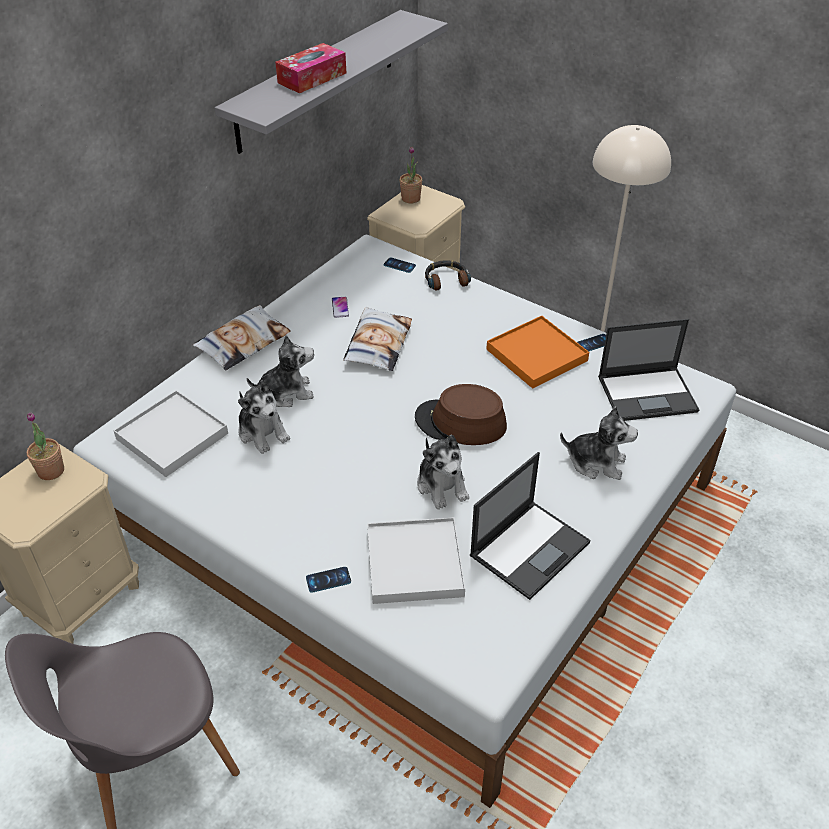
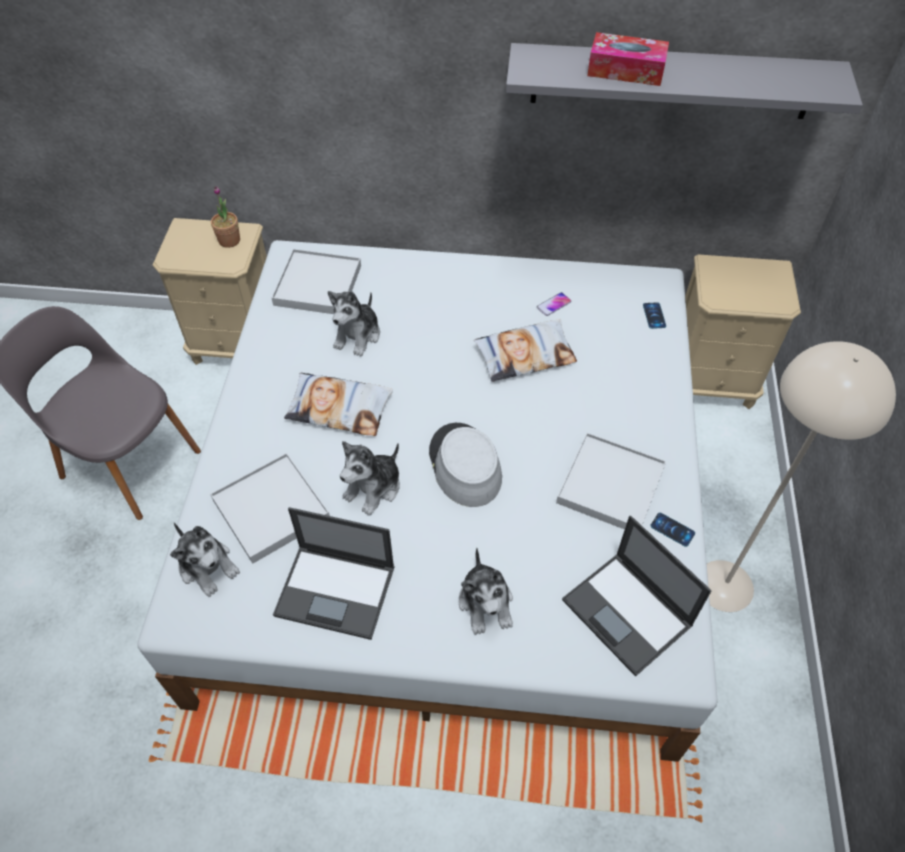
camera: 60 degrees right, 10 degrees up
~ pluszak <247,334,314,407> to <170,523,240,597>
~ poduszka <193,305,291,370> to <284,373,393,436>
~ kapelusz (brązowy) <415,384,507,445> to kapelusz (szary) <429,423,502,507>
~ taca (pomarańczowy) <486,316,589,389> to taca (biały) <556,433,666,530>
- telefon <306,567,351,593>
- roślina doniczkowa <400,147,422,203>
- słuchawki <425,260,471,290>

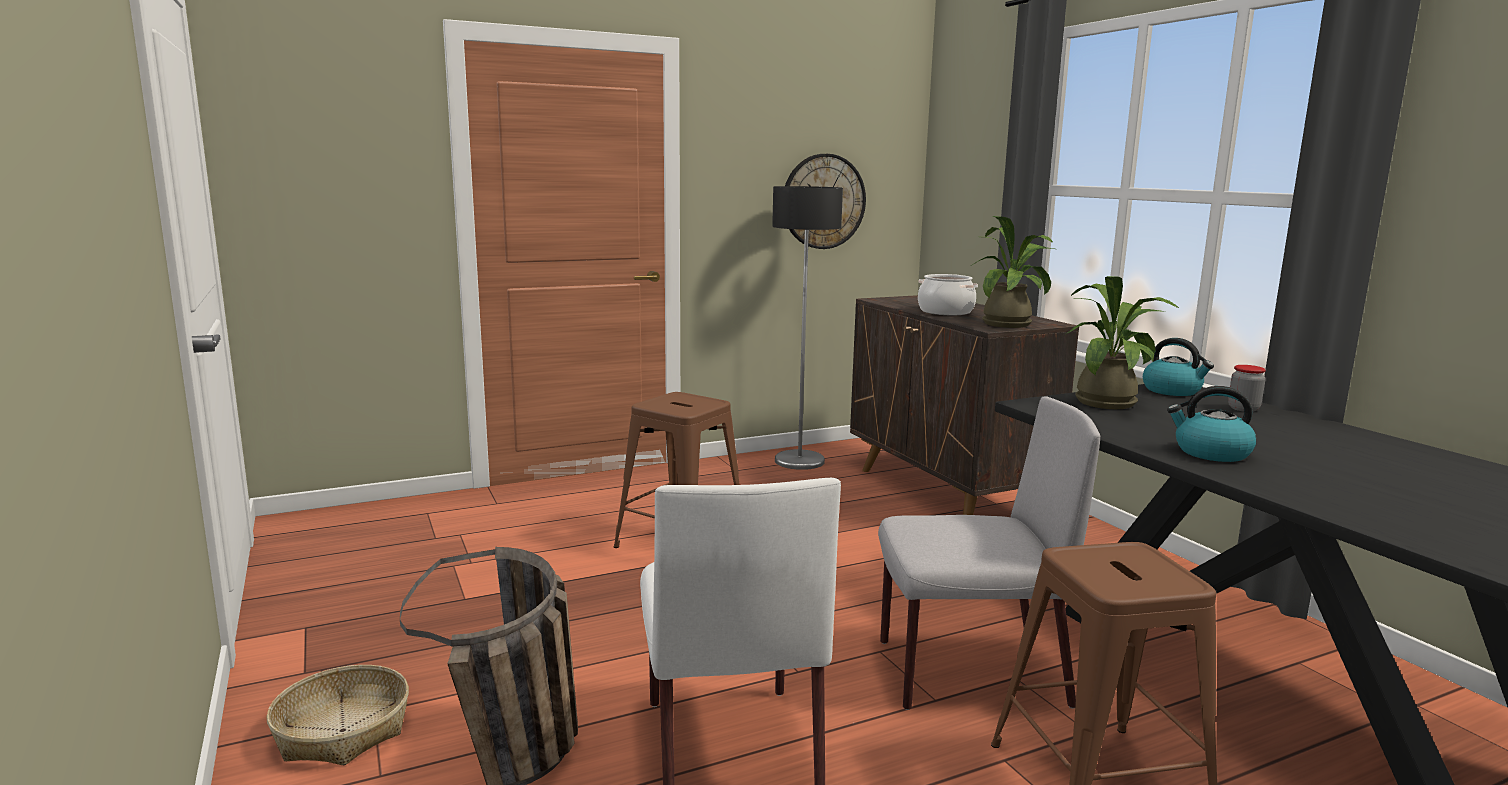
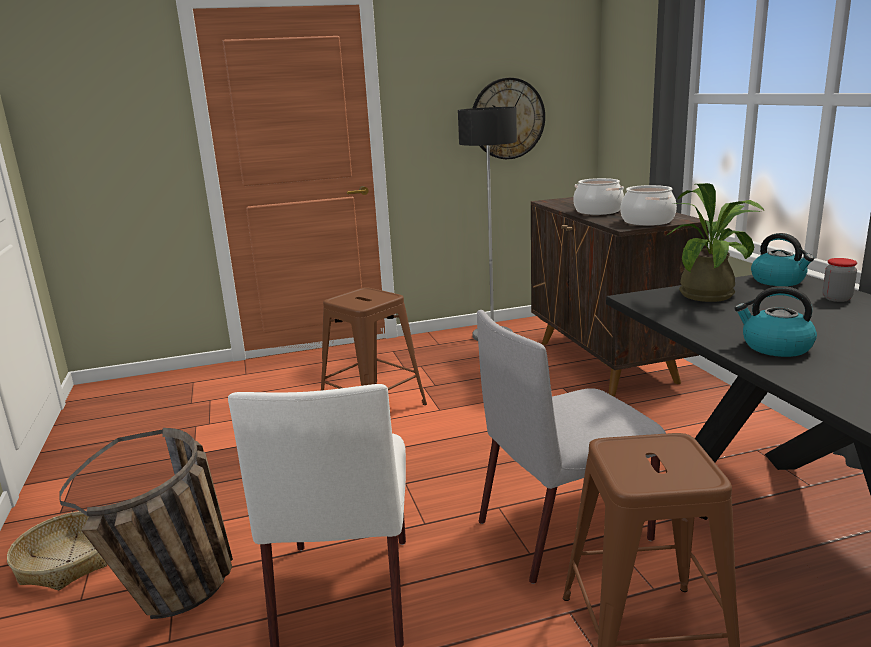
camera: 10 degrees right, 5 degrees up
~ krzesło (szary) <878,396,1100,710> = <477,310,666,584> 150 degrees clockwise
~ roślina doniczkowa <971,216,1054,328> to garnek <621,185,677,226>

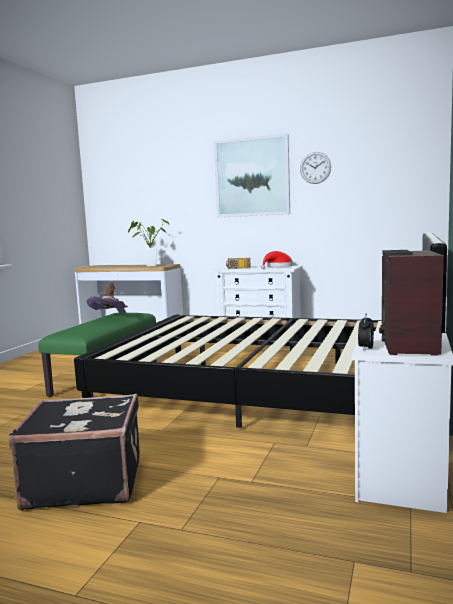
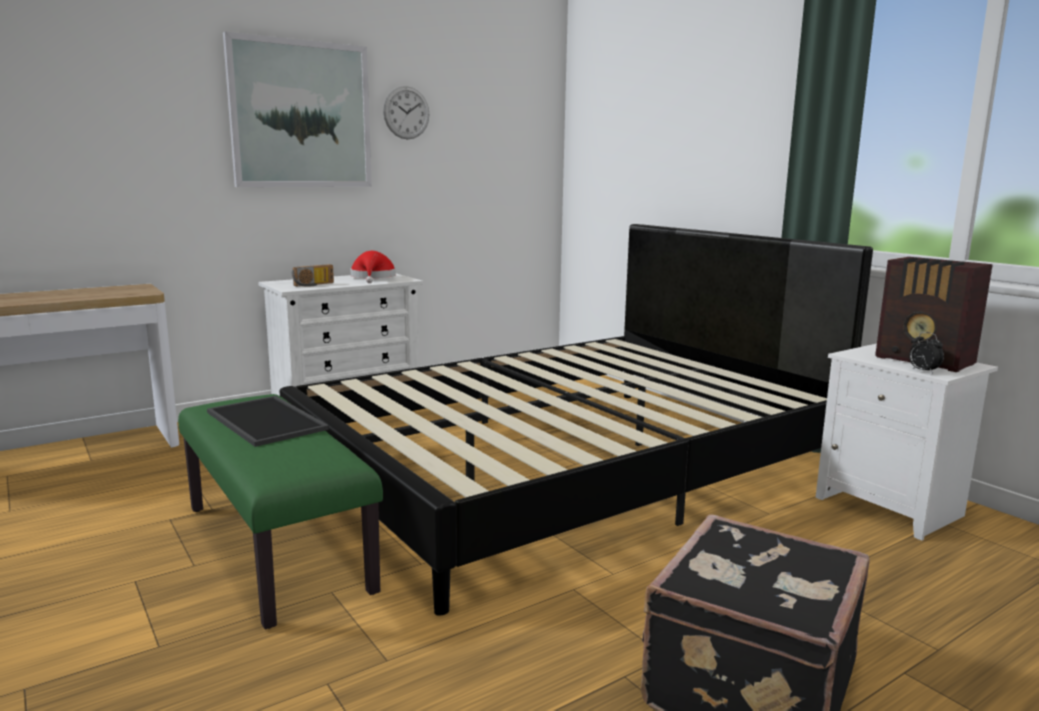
camera: 55 degrees left, 5 degrees up
~ kapelusz (brązowy) <86,282,128,315> to taca <207,396,329,447>
- roślina doniczkowa <128,219,169,267>

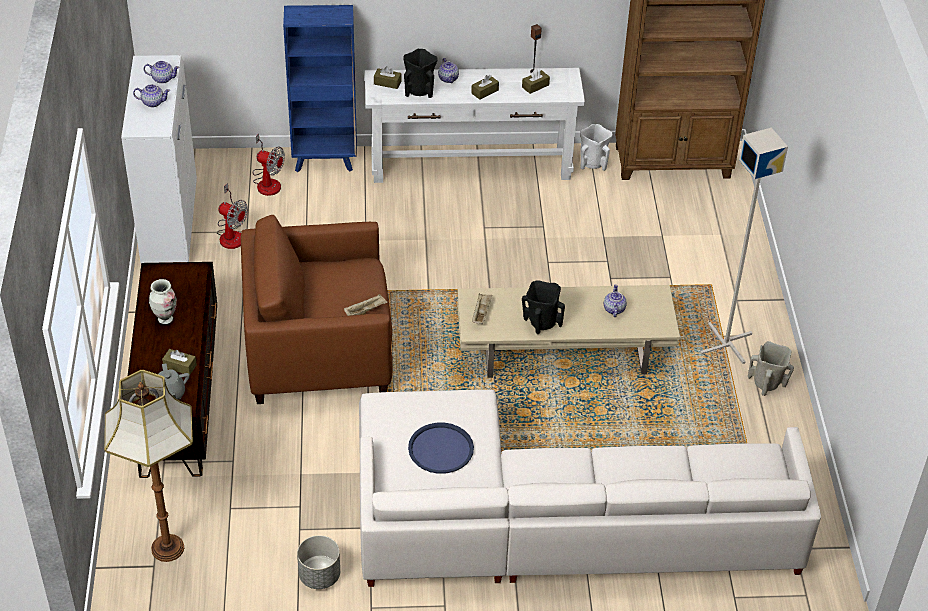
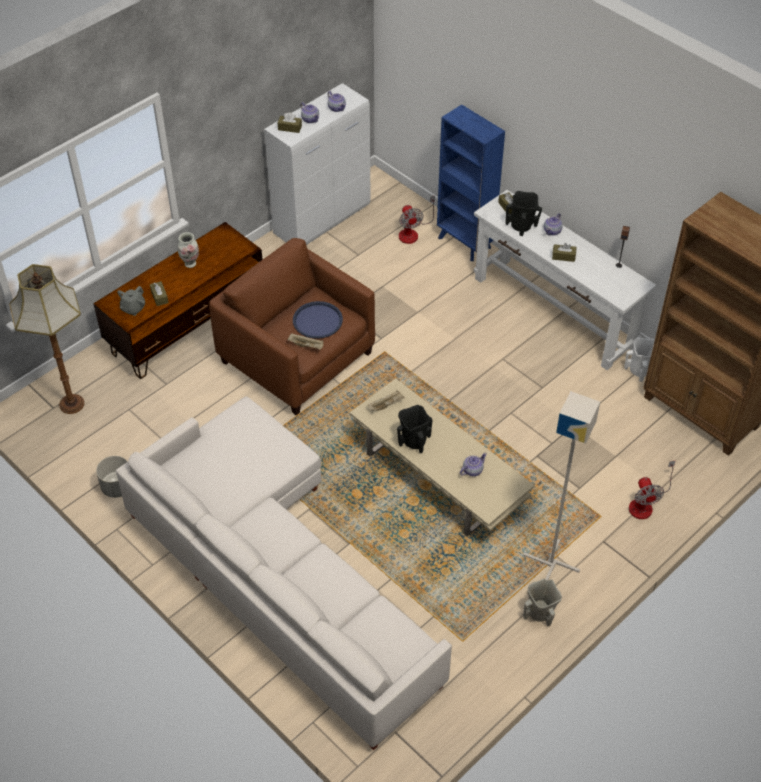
camera: 50 degrees right, 5 degrees up
~ pudełko chusteczek (brązowy) <522,68,550,94> to <278,112,302,133>
~ taca (niebieski) <408,422,474,474> to <293,301,343,339>
~ wentylator <217,183,248,249> to <629,461,675,519>

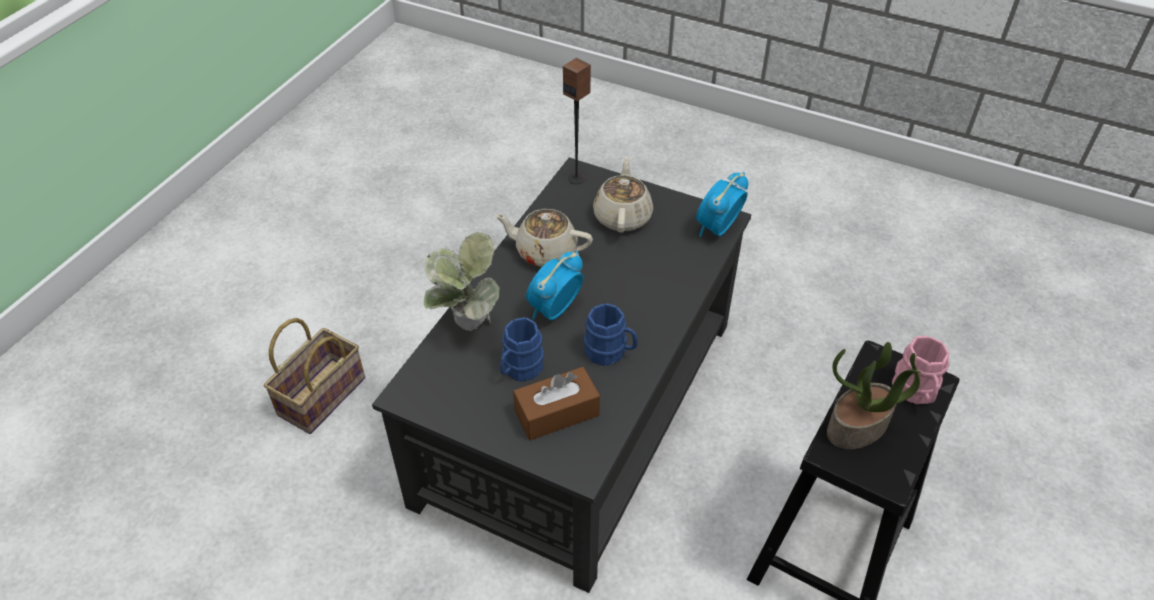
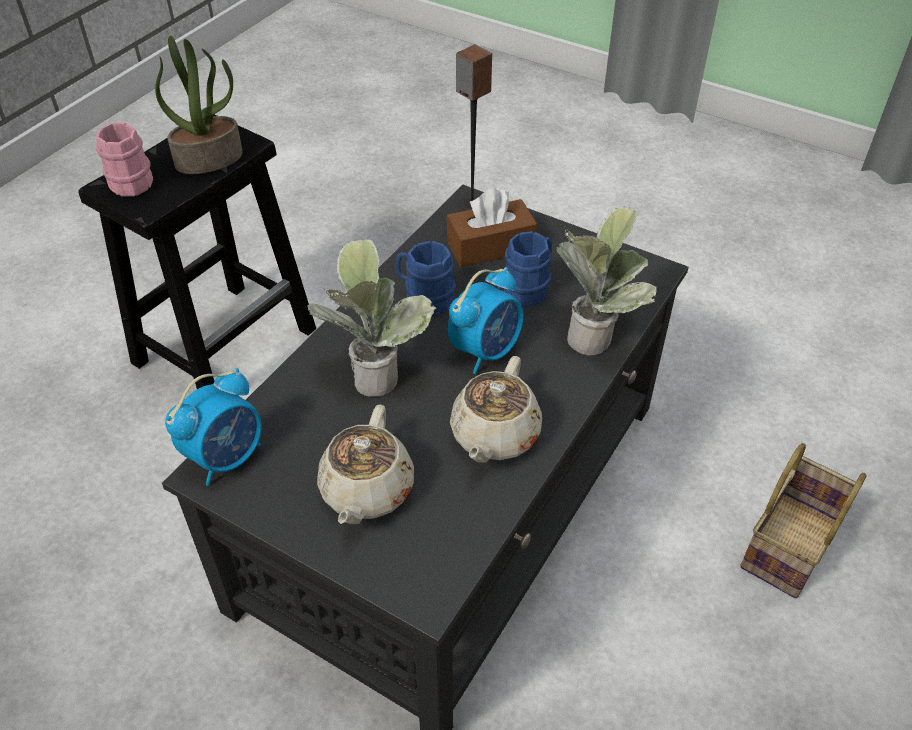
camera: 175 degrees left, 0 degrees up
+ roślina doniczkowa <307,239,436,397>
~ imbryk (beżowy) <494,209,593,267> = <450,356,542,463> 90 degrees clockwise
~ głośnik <563,58,591,184> to <456,44,492,211>

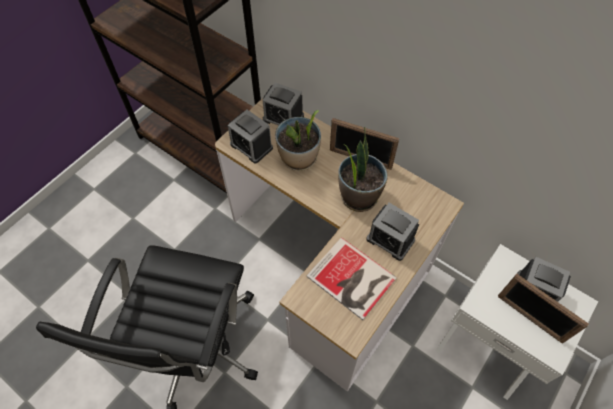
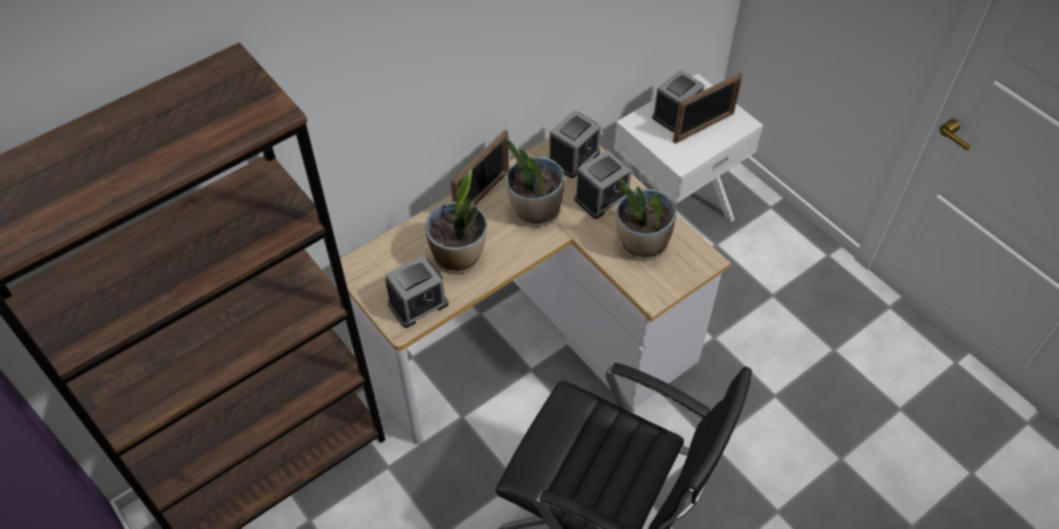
camera: 75 degrees left, 5 degrees down
~ budzik <263,83,304,125> to <549,110,601,178>
~ książka <307,237,397,320> to roślina doniczkowa <616,179,676,260>

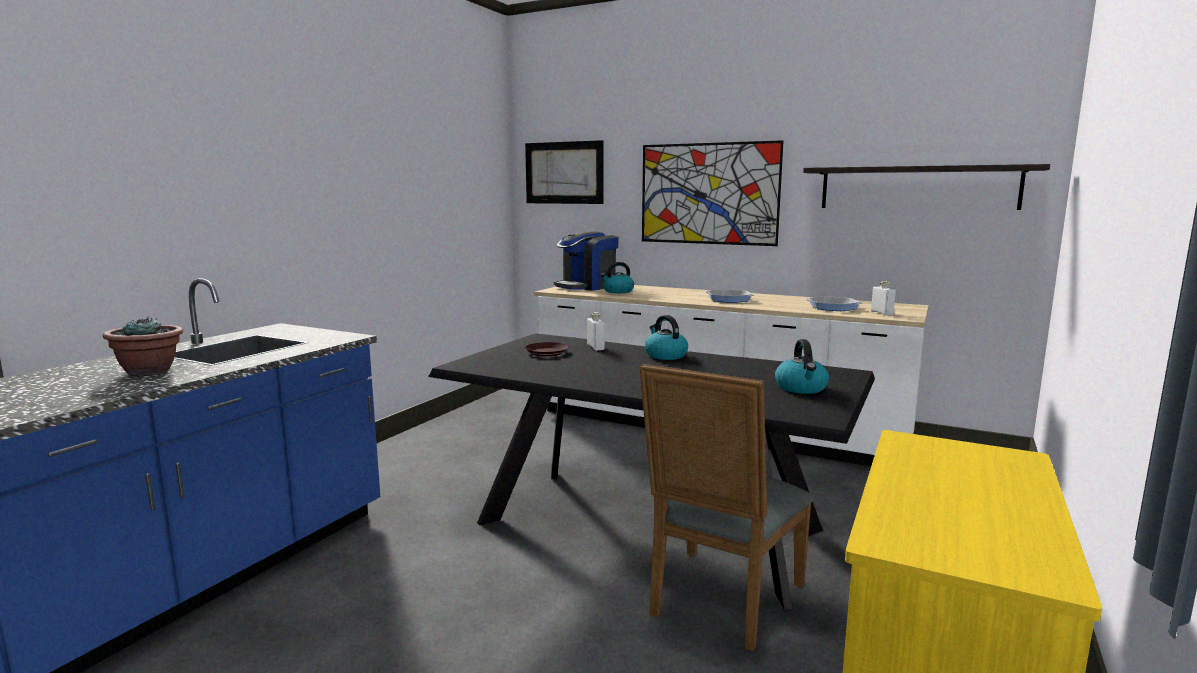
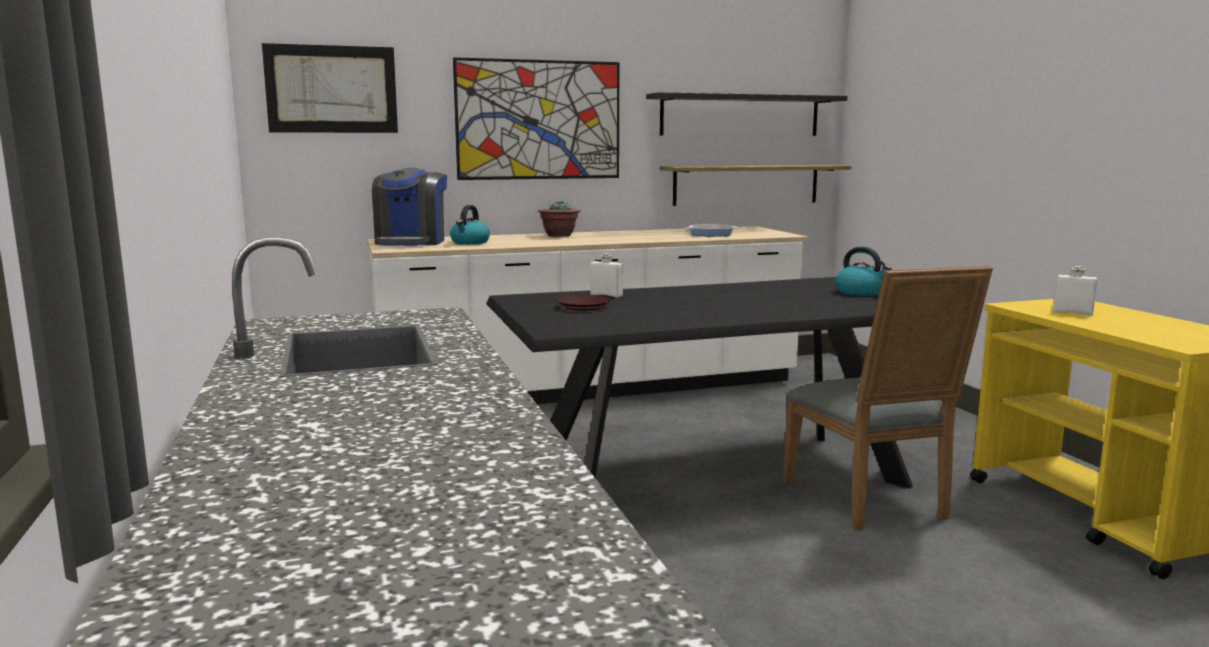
camera: 45 degrees left, 0 degrees up
~ roślina doniczkowa <103,317,183,375> to <538,201,580,237>
+ półka <660,165,851,206>
~ butelka (biały) <871,281,896,316> to <1053,266,1097,316>
- czajnik <645,315,688,360>
- patelnia <705,289,754,303>

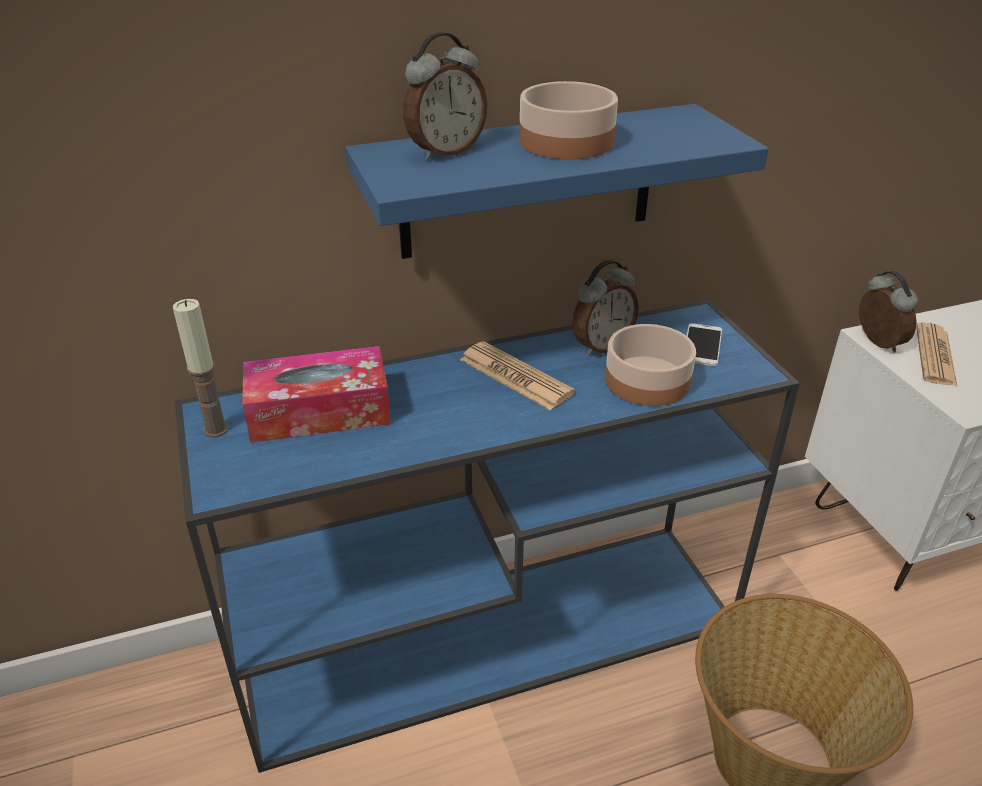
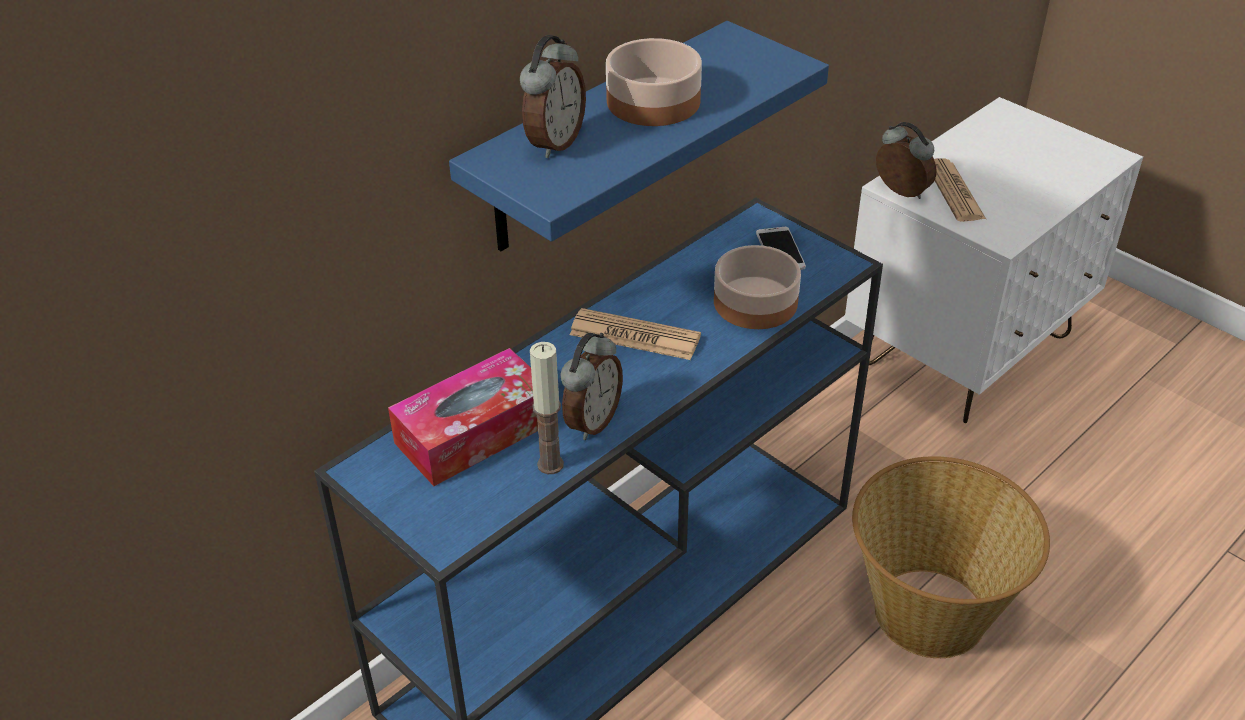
camera: 25 degrees left, 5 degrees up
~ świeca <173,299,229,438> to <530,342,564,474>
~ budzik <572,260,639,356> to <561,333,623,440>

